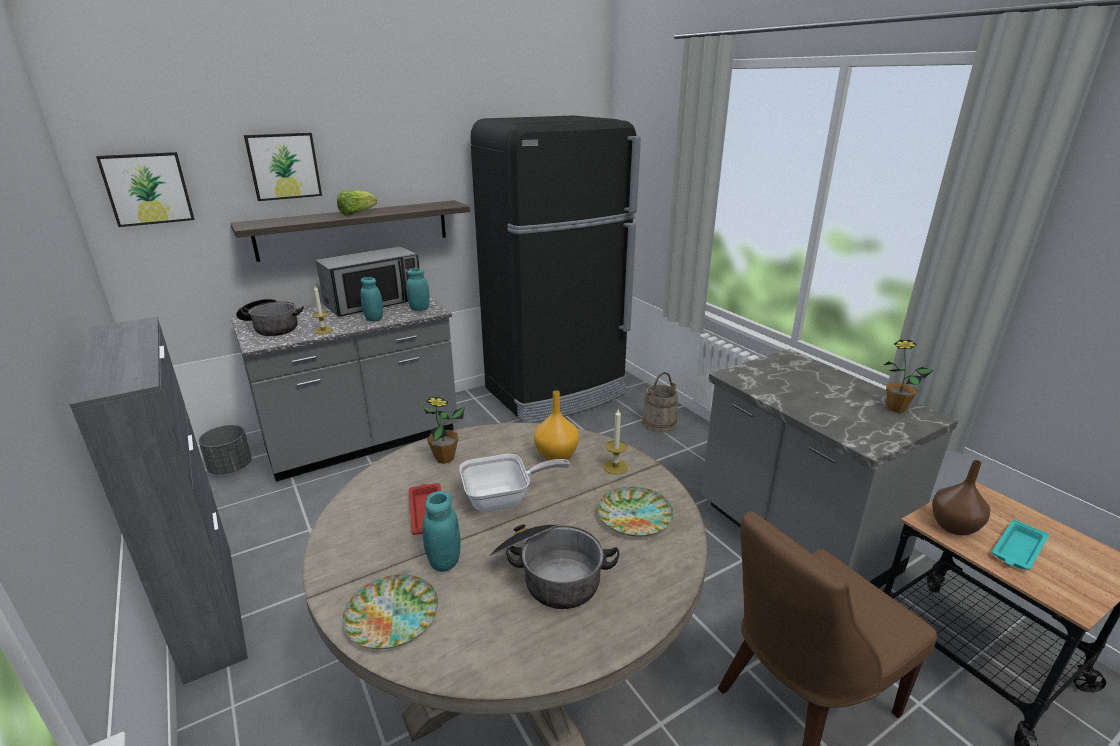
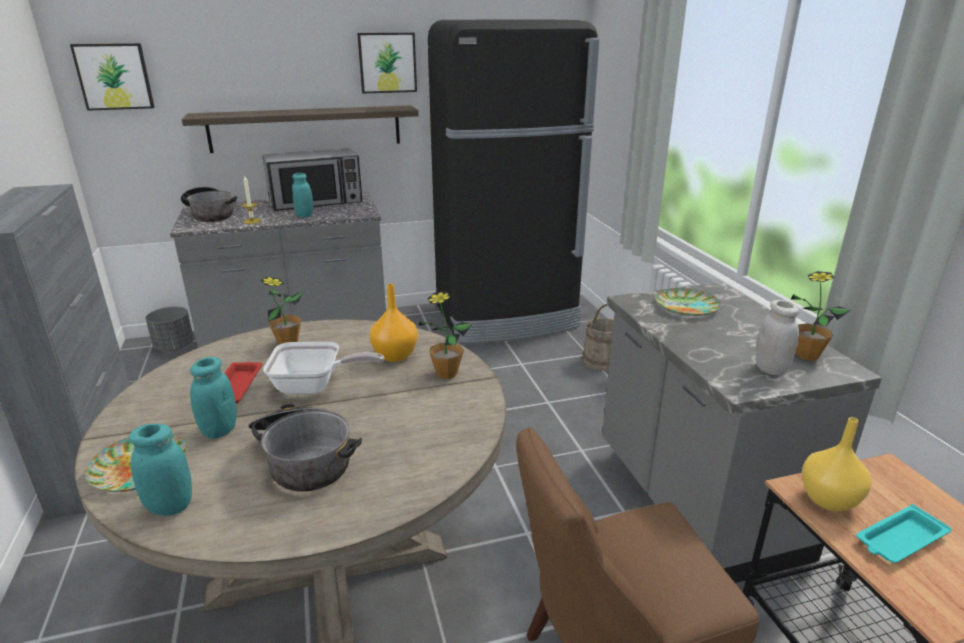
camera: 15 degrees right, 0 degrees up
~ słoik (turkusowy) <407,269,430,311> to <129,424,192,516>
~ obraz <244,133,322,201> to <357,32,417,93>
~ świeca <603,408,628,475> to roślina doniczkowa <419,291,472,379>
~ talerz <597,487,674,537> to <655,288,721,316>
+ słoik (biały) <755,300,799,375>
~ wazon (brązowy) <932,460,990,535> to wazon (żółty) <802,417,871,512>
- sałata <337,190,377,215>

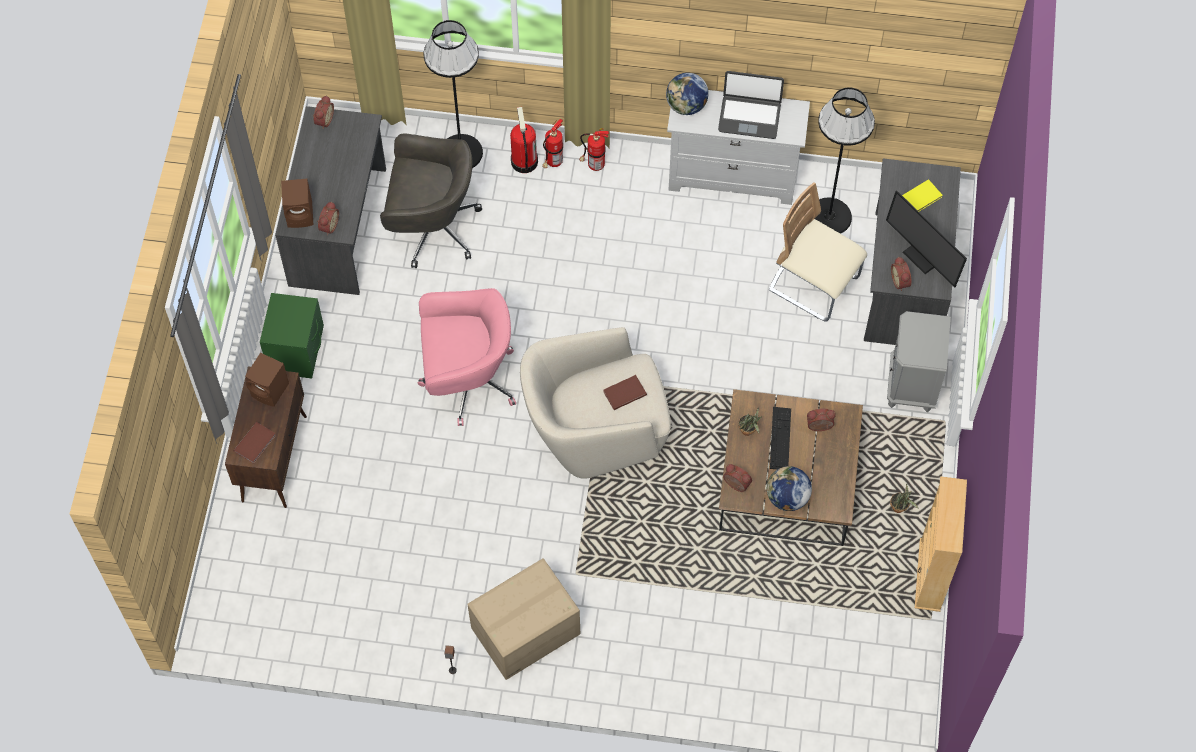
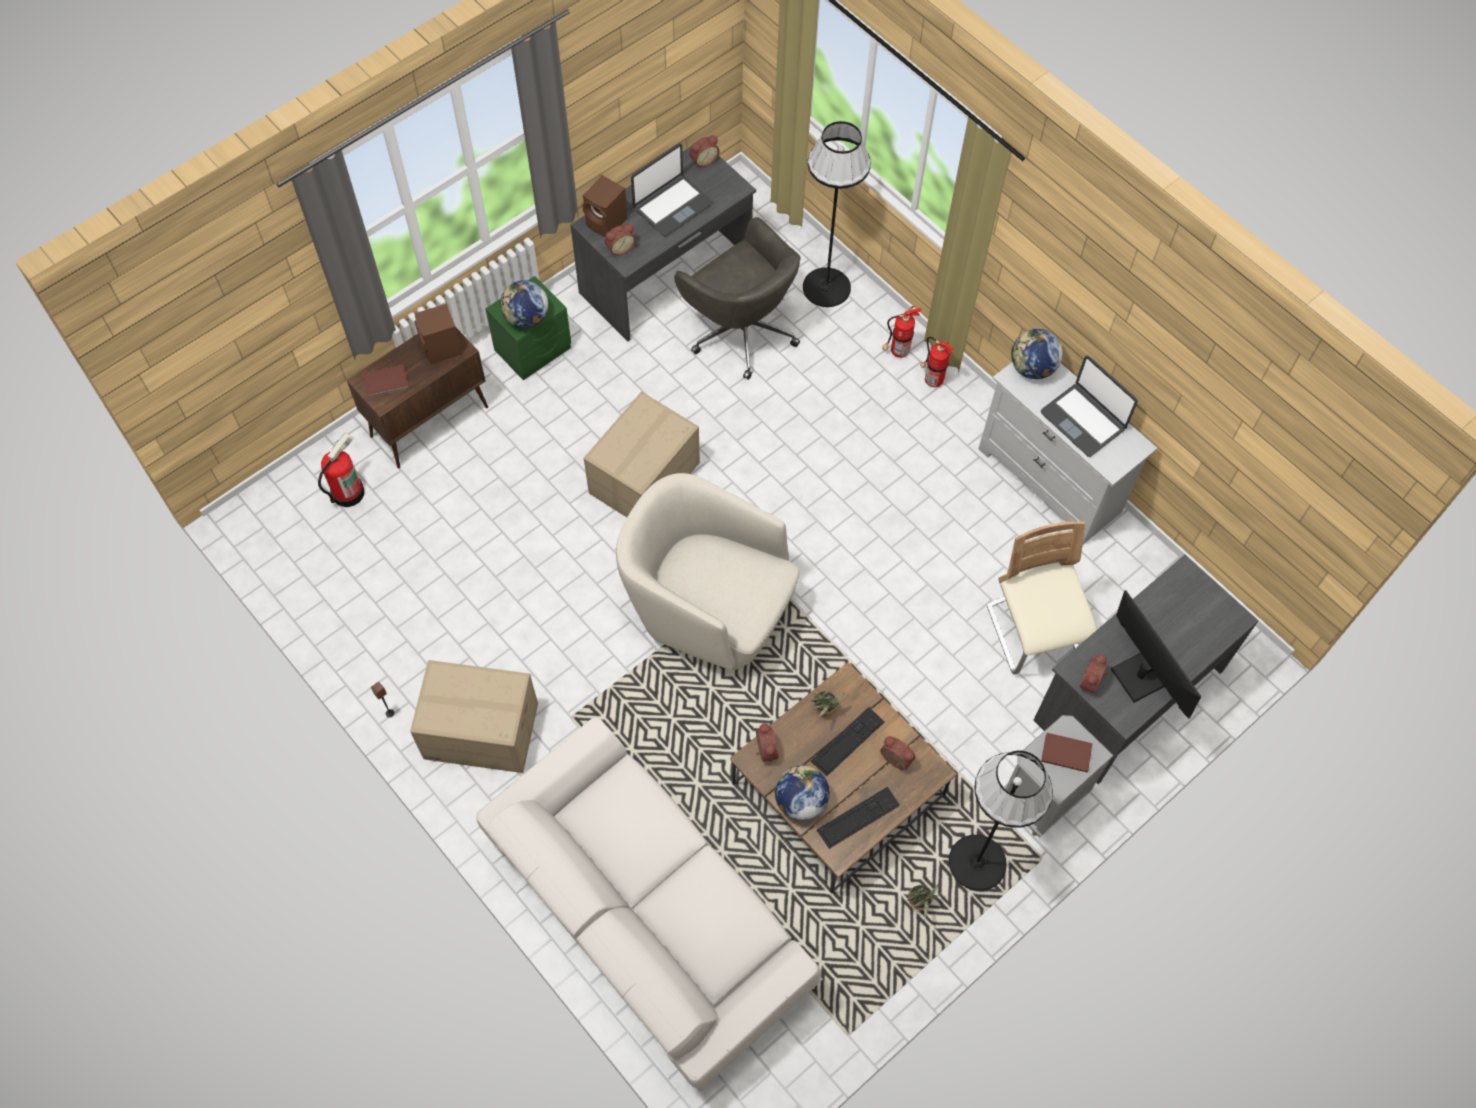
camera: 40 degrees right, 0 degrees up
~ gaśnica <510,107,538,173> to <318,433,365,507>
+ kanapa (biały) <476,717,823,1091>
+ globus <500,280,548,328>
~ krzesło biurowe (różowy) <418,288,516,426> to karton <584,392,700,517>
+ laptop <631,143,713,236>
+ klawiatura <817,787,900,849>
~ lampa stojąca (czarny) <815,87,875,234> to <949,751,1053,891>
~ książka (brązowy) <603,375,647,410> to <1041,733,1093,772>
~ monitor <886,190,967,287> = <1110,590,1201,719> 150 degrees clockwise
- książka (żółty) <902,179,942,211>
- regał (beżowy) <915,476,967,612>

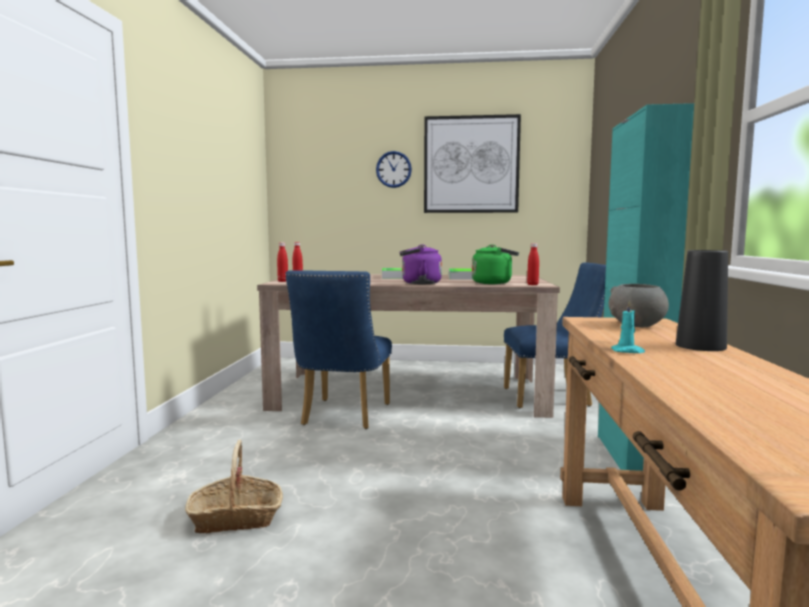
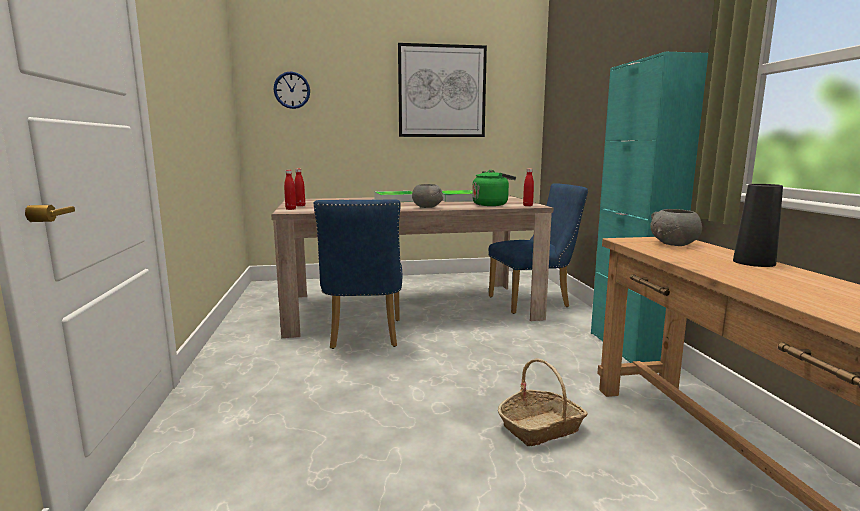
camera: 15 degrees left, 5 degrees up
~ zegar ścienny <376,151,412,188> to <274,71,310,109>
~ czajnik (fioletowy) <399,244,442,284> to miska (szary) <412,184,443,208>
~ koszyk <185,439,283,533> to <498,358,588,446>
- świeca (turkusowy) <611,300,645,353>

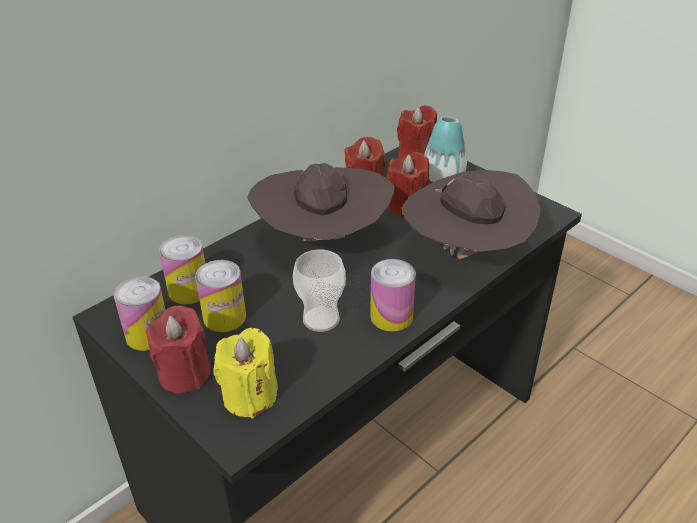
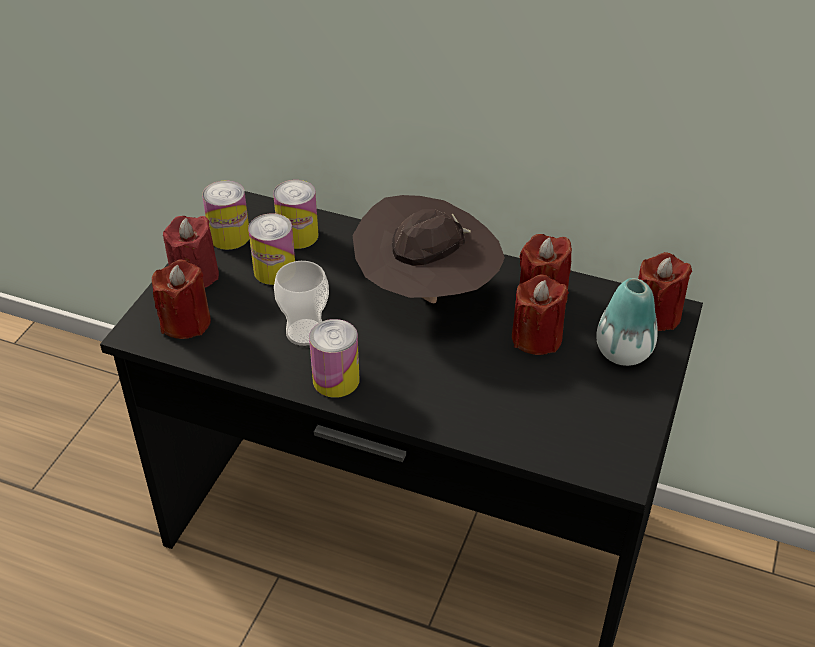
camera: 65 degrees right, 5 degrees up
~ świeca (żółty) <213,328,278,418> to świeca (czerwony) <152,260,211,339>
- kapelusz (brązowy) <401,170,542,259>

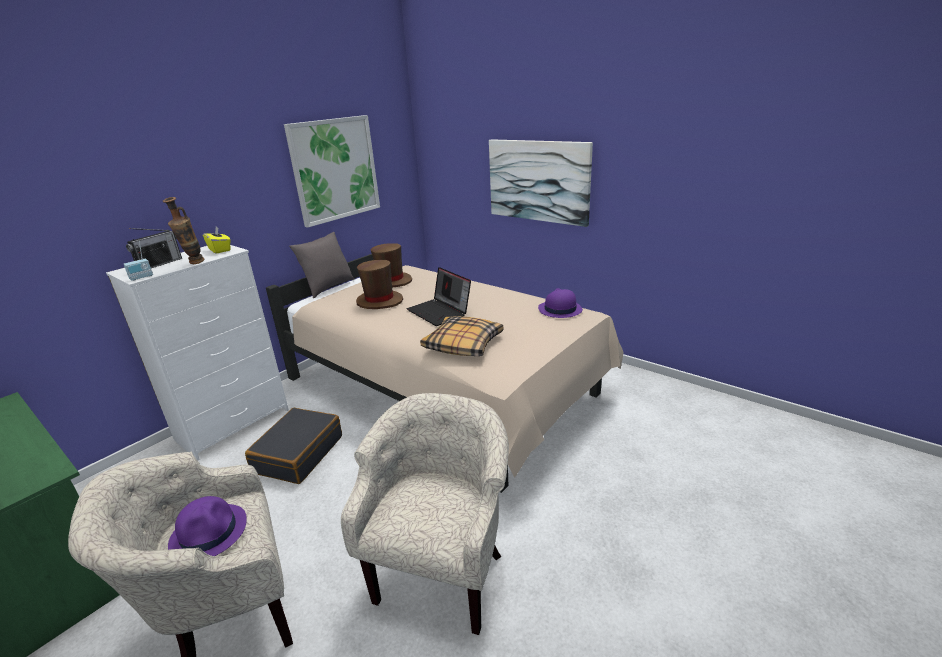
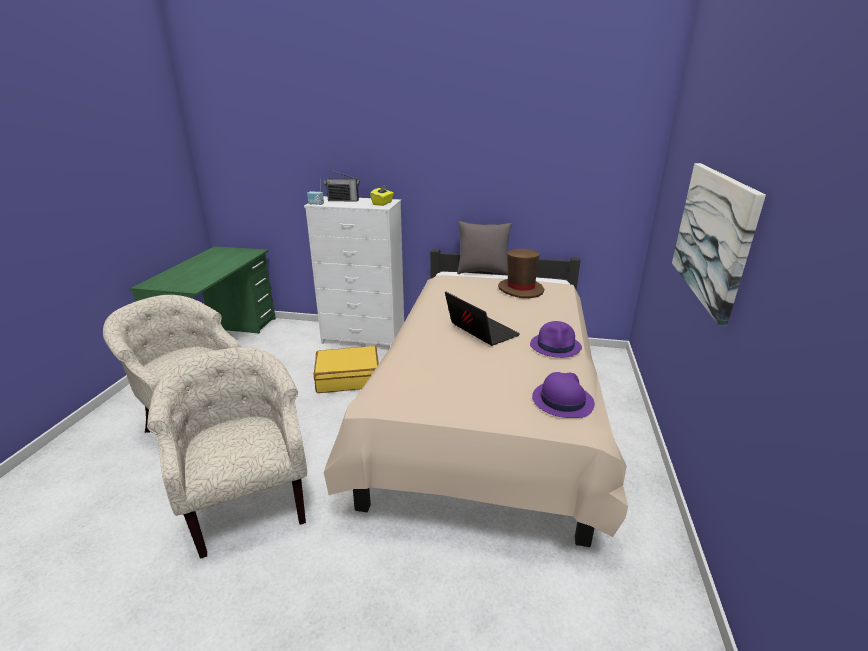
camera: 60 degrees right, 0 degrees up
~ fotel (beżowy) <341,393,509,635> = <147,347,307,559> 105 degrees counterclockwise
~ walizka (czarny) <245,408,342,484> to walizka (żółty) <314,346,379,393>
~ laptop <407,267,471,326> = <445,291,520,346> 120 degrees clockwise
~ kapelusz (fioletowy) <168,496,247,556> to <530,321,582,358>
- wazon <162,197,204,264>
- obraz <284,115,380,228>
- kapelusz (brązowy) <356,260,403,309>
- poduszka <420,316,503,356>

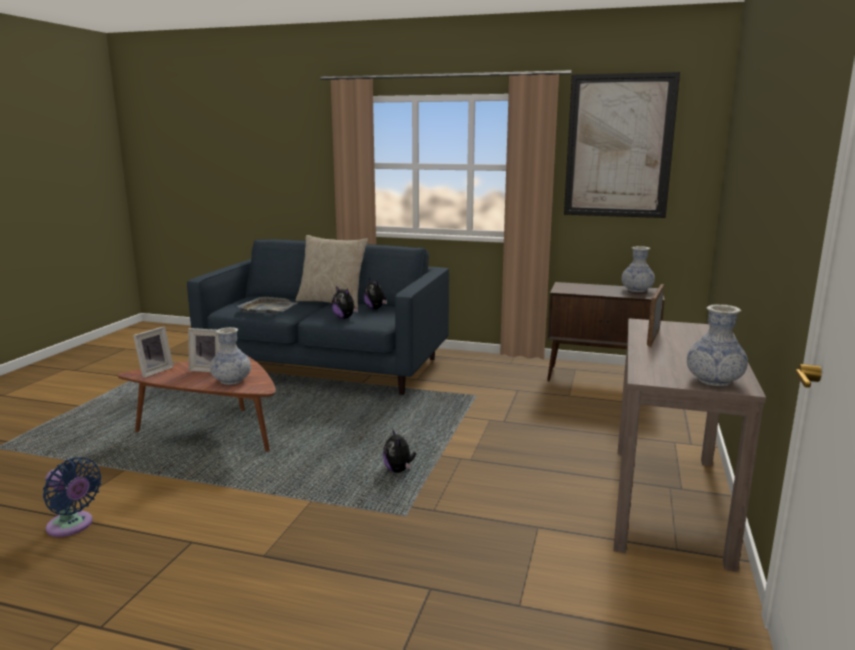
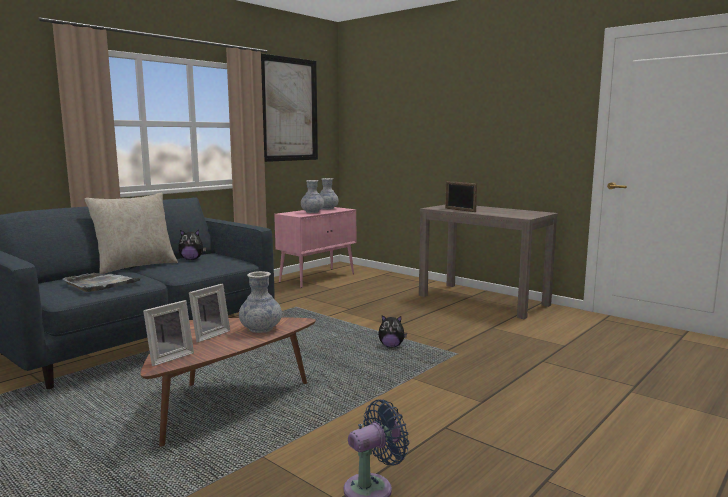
camera: 65 degrees left, 5 degrees down
~ ramka na zdjęcie <133,326,174,378> = <143,300,194,366> 75 degrees clockwise
~ szafka (brązowy) <547,282,665,381> to szafka (różowy) <274,207,356,288>
~ wazon <687,304,748,386> to <301,180,324,213>
- pluszak <332,286,358,319>

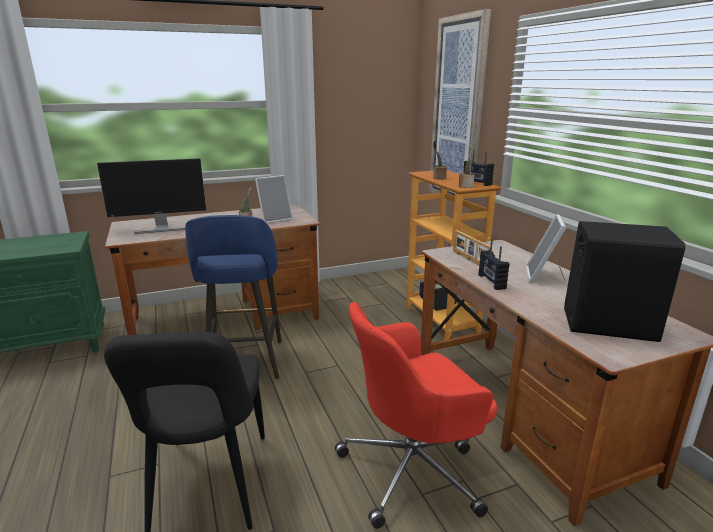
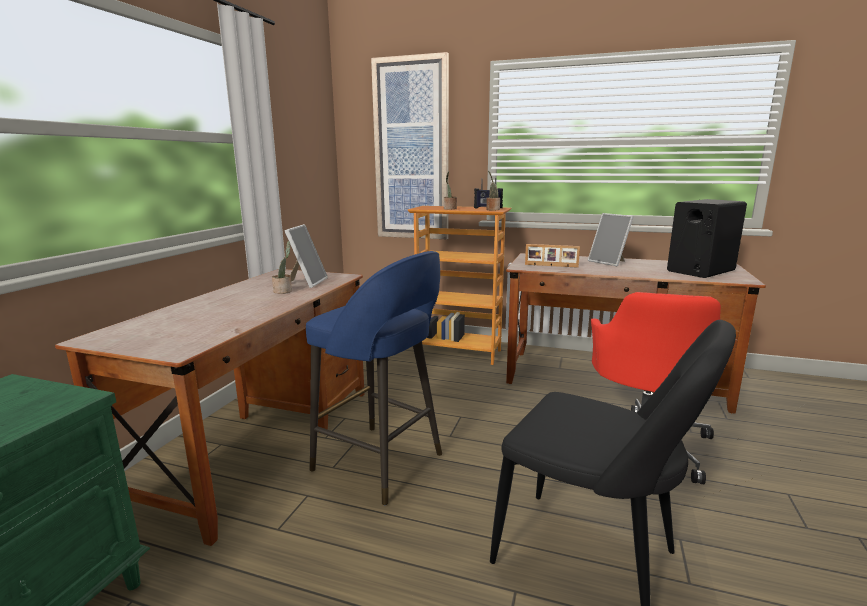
camera: 50 degrees left, 5 degrees down
- monitor <97,158,206,234>
- radio <479,240,510,290>

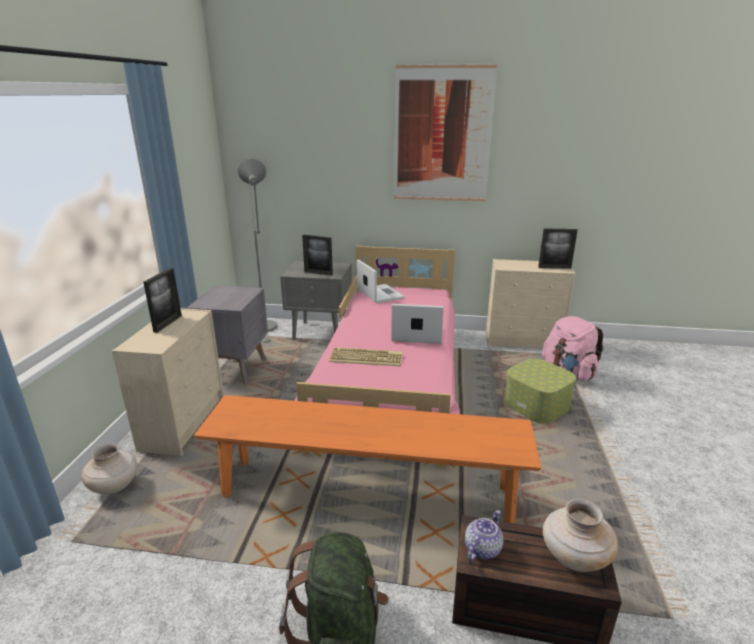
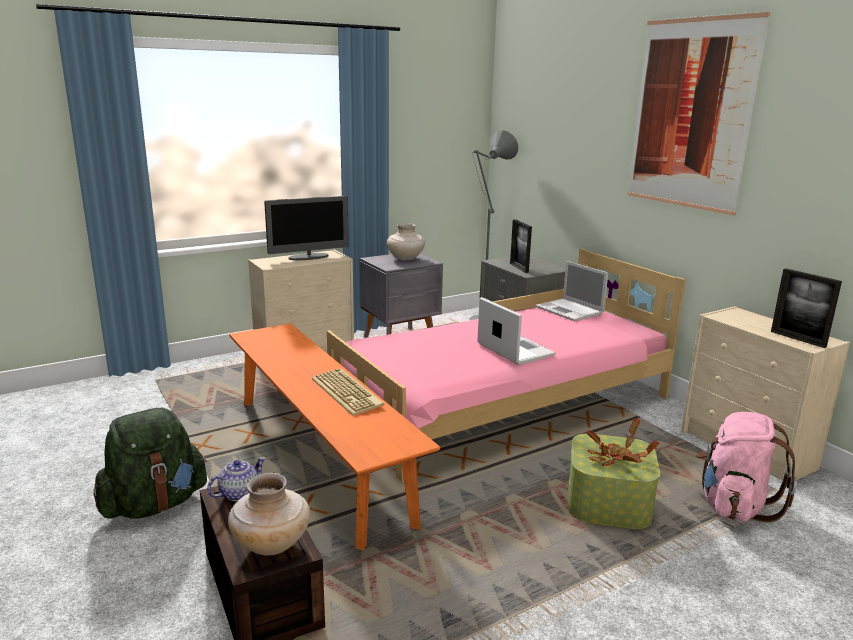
camera: 50 degrees right, 5 degrees down
~ imbryk <465,510,503,561> = <207,457,266,501> 45 degrees counterclockwise
~ ramka na zdjęcie <143,268,182,333> to monitor <264,196,349,260>
~ klawiatura <329,347,403,366> to <312,369,384,416>
~ wazon (beżowy) <81,443,137,494> to <387,223,425,261>
~ laptop <357,259,405,304> = <535,261,608,322> 120 degrees clockwise
+ roślina doniczkowa <586,419,659,466>

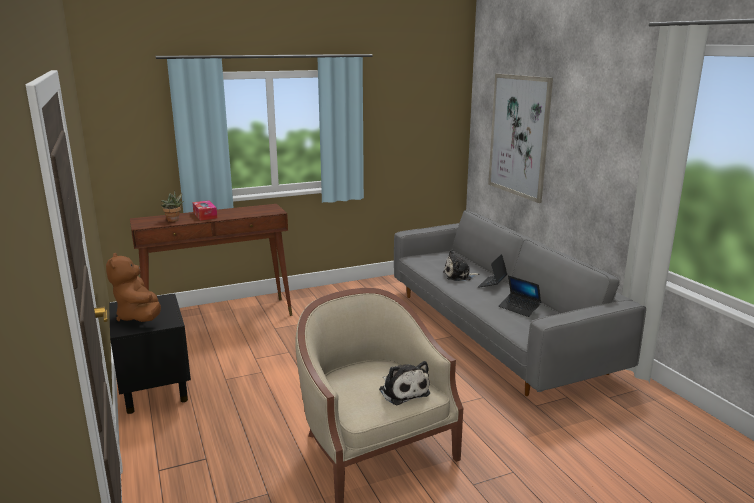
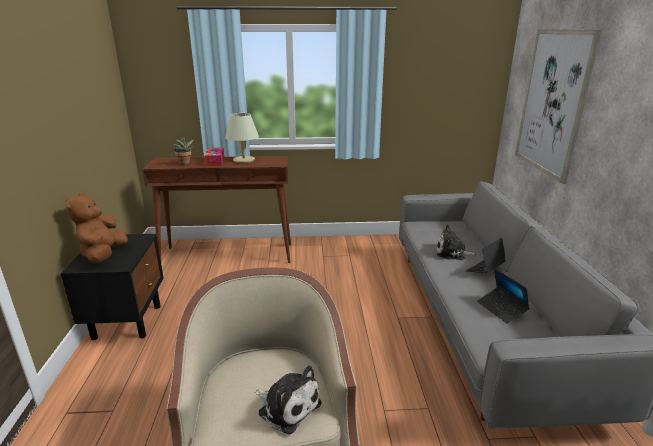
camera: 20 degrees right, 5 degrees up
+ lampa stołowa (beżowy) <225,113,259,163>
~ pluszak <379,361,430,405> = <254,365,321,434> 45 degrees counterclockwise

